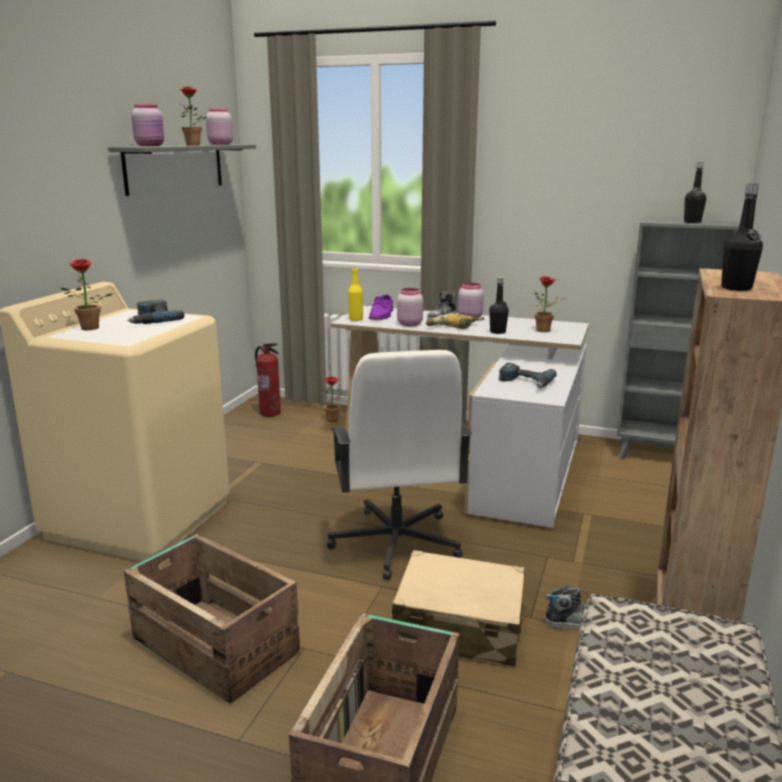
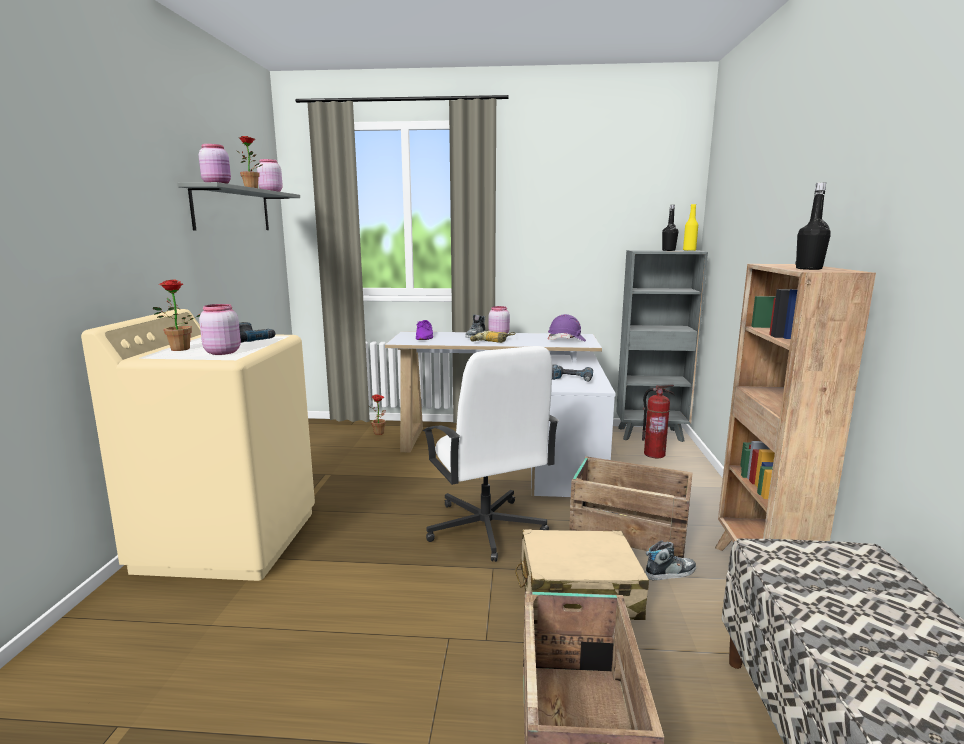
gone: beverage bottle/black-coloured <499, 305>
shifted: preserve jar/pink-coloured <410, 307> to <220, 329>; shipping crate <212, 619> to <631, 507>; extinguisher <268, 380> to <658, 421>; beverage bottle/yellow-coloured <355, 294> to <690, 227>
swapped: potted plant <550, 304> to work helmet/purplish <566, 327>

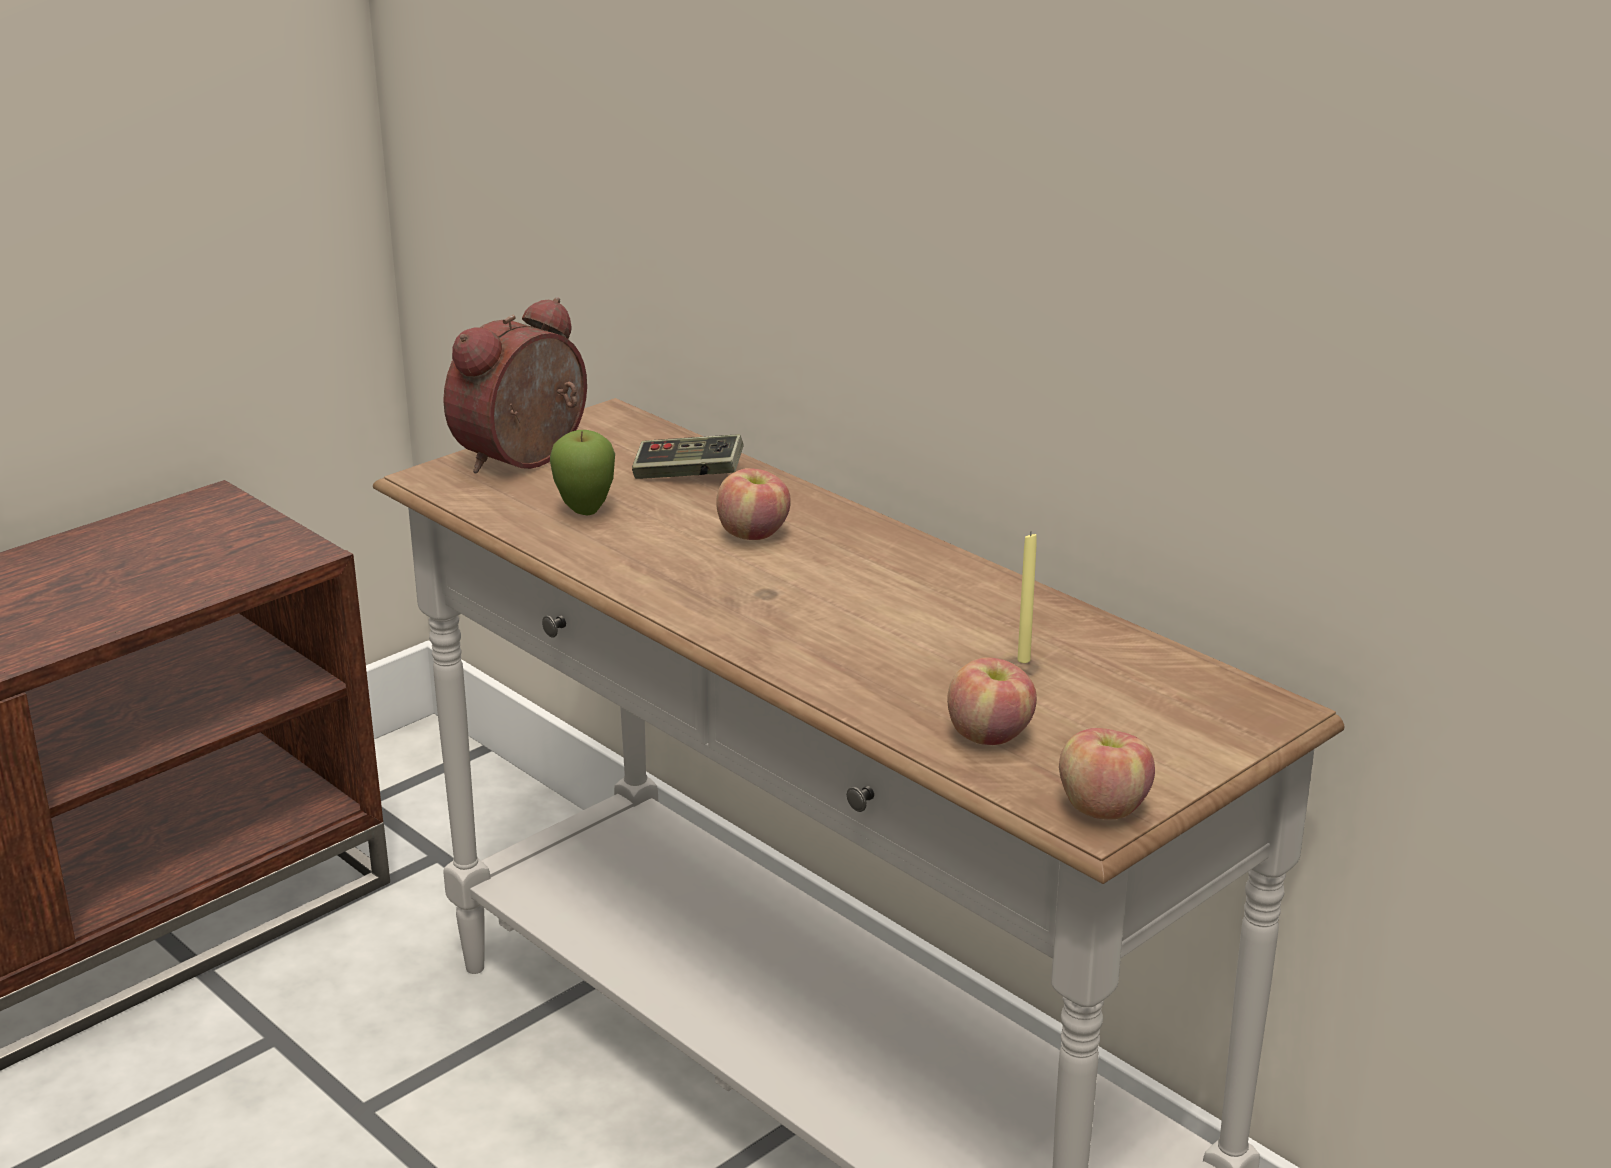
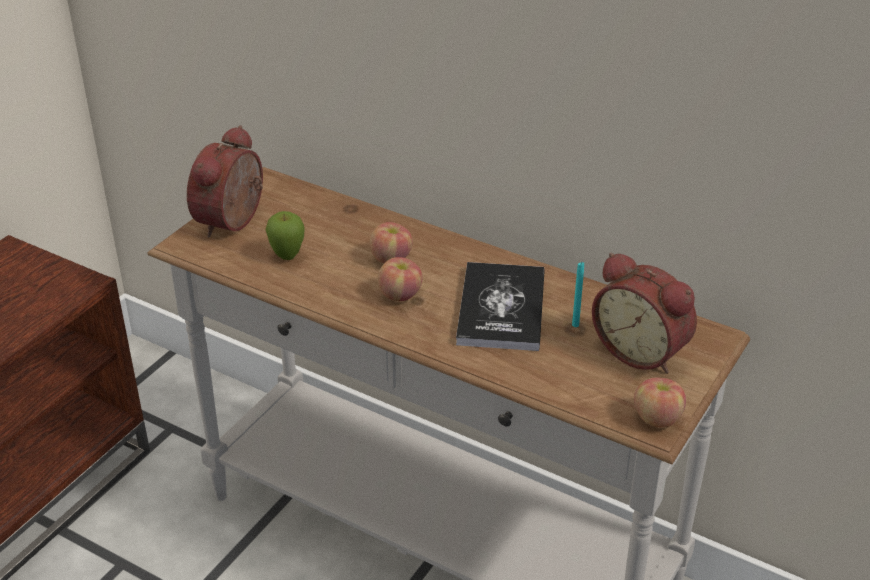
gone: game controller <688, 456>
new: volume <500, 306>; alarm clock <644, 313>
shifted: apple fruit <992, 701> to <400, 279>
repainted: candle/yellow-coloured <1027, 597> to candle/turquoise-coloured <578, 294>

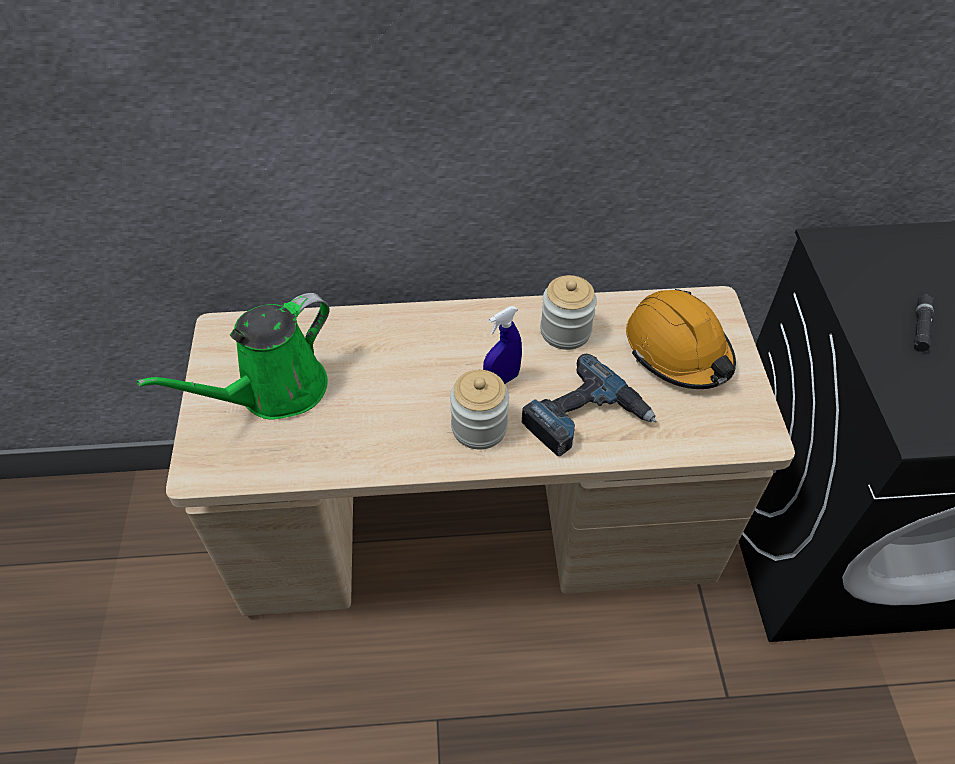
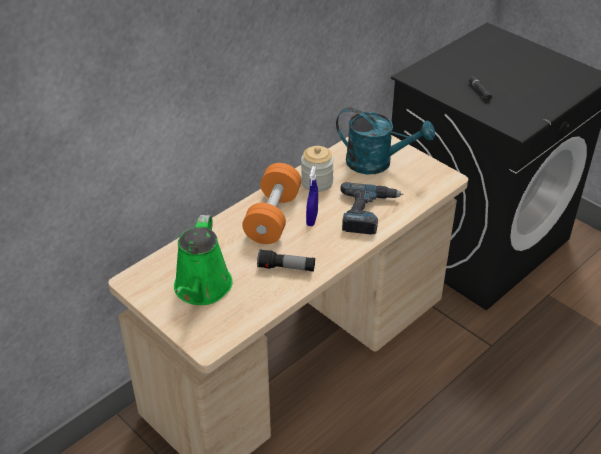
gone: preserve jar <479, 409>
new: hand weight/orange <271, 203>; flashlight <286, 260>
swapped: work helmet/orange <681, 339> to watering pot/turquoise-coloured <385, 141>

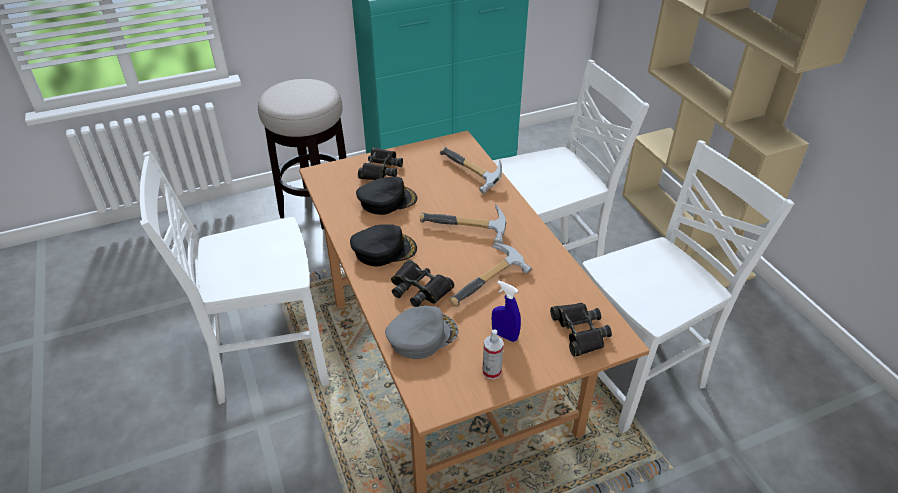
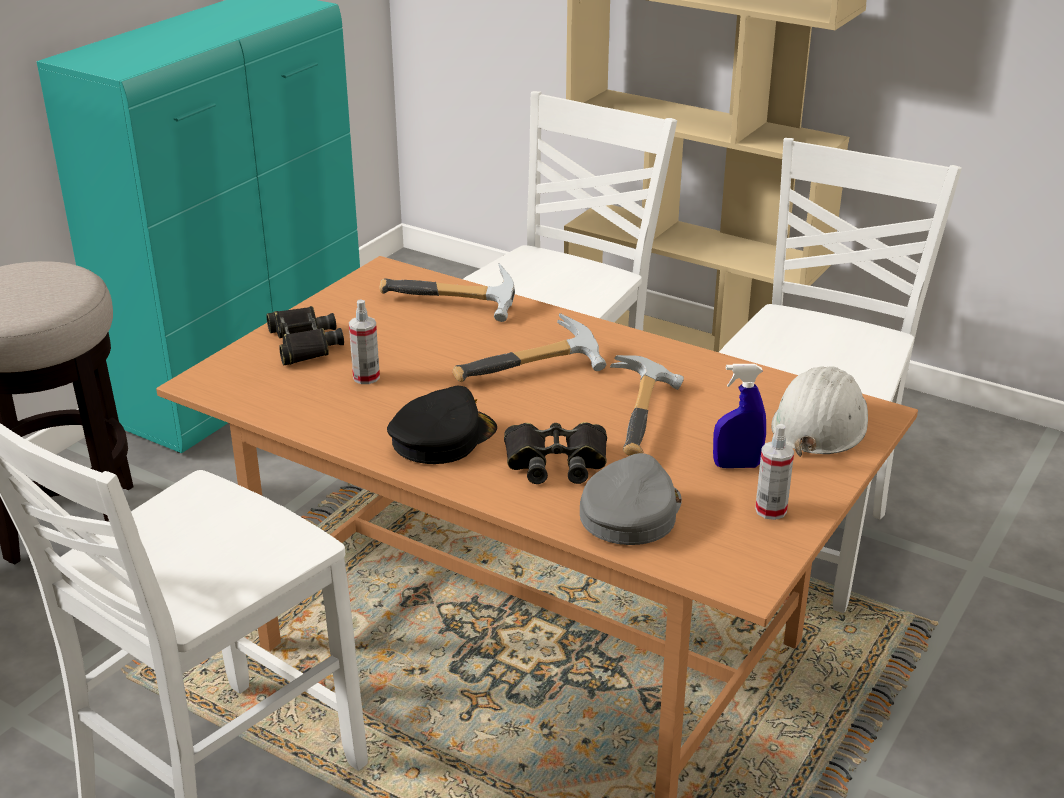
swapped: cap/black-coloured <386, 196> to spray bottle <364, 341>; binoculars/black-coloured <581, 330> to work helmet/white-coloured <819, 411>

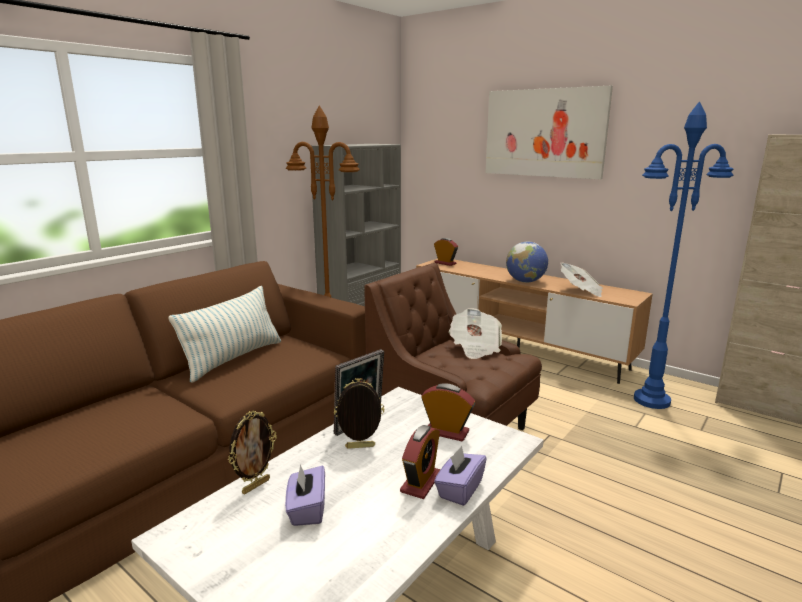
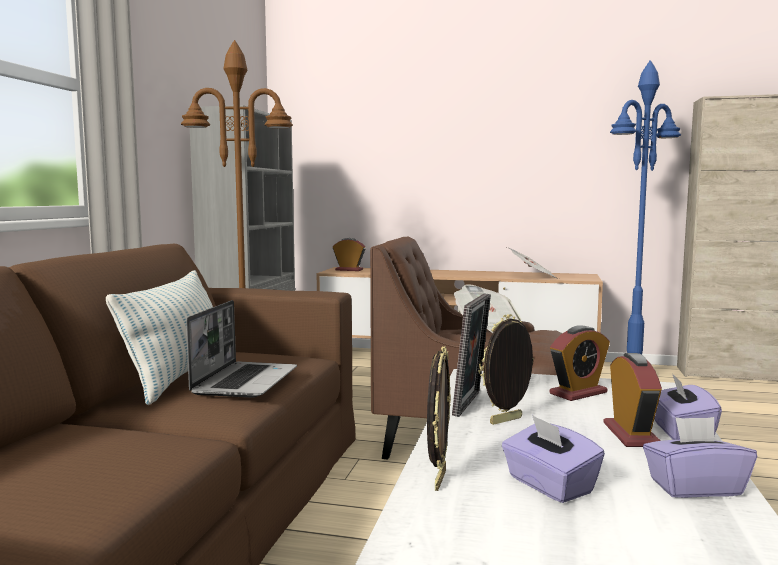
gone: picture <549, 132>; desk globe <527, 262>
new: laptop <241, 349>; tissue holder/purplish <700, 457>
rotated: alarm clock <448, 412> = <580, 363> 150 degrees clockwise

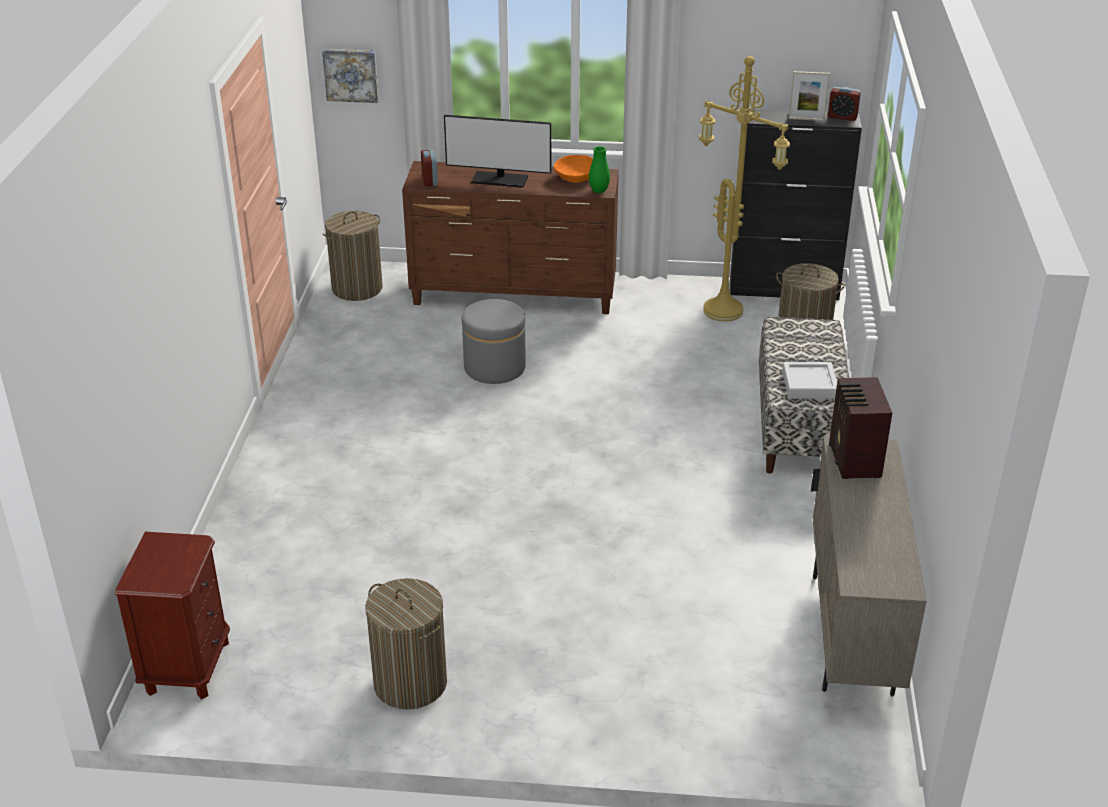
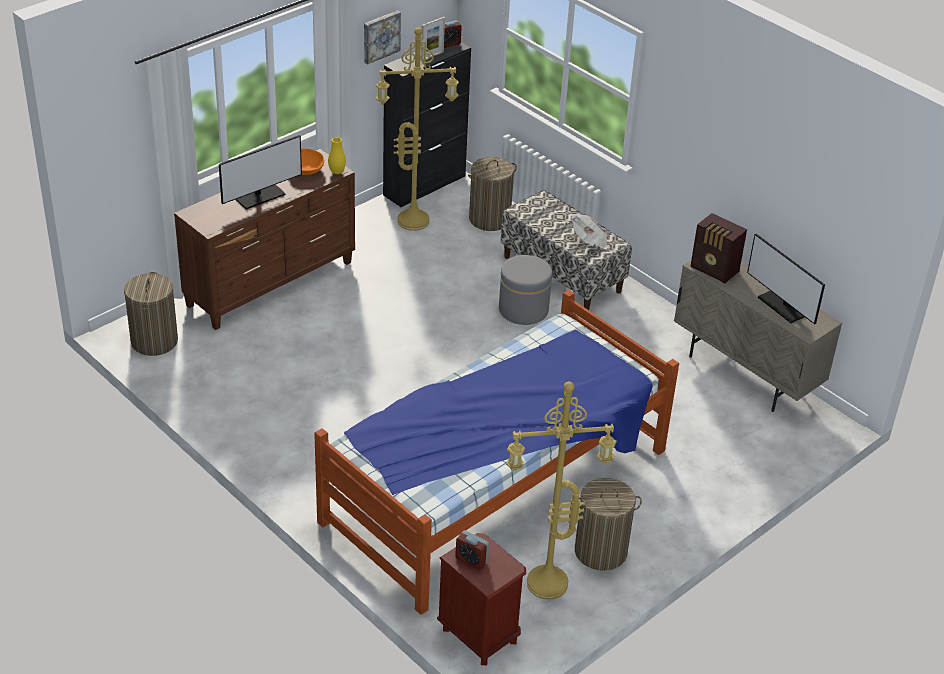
new: sleeping bed <496, 452>; standard lamp/yellow-coloured <561, 490>; monitor <786, 279>
shifted: picture <350, 76> to <382, 37>; alarm clock <429, 168> to <472, 550>; footrest/grey <494, 341> to <525, 290>
swapped: serving tray/grey <809, 380> to daily paper <589, 232>
repainted: vase/green <599, 169> to vase/yellow-coloured <337, 155>

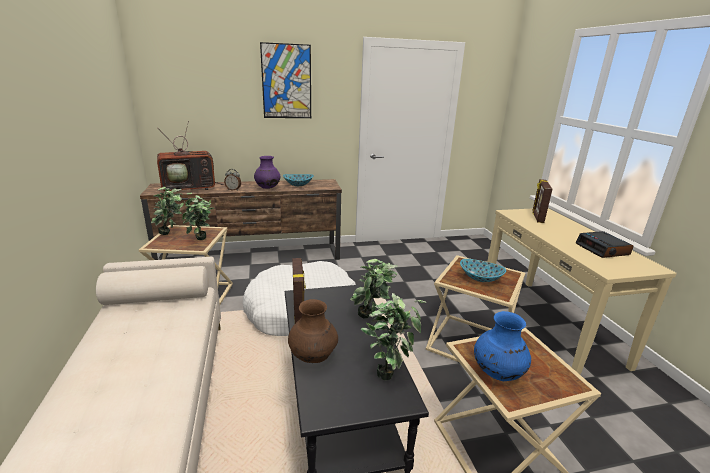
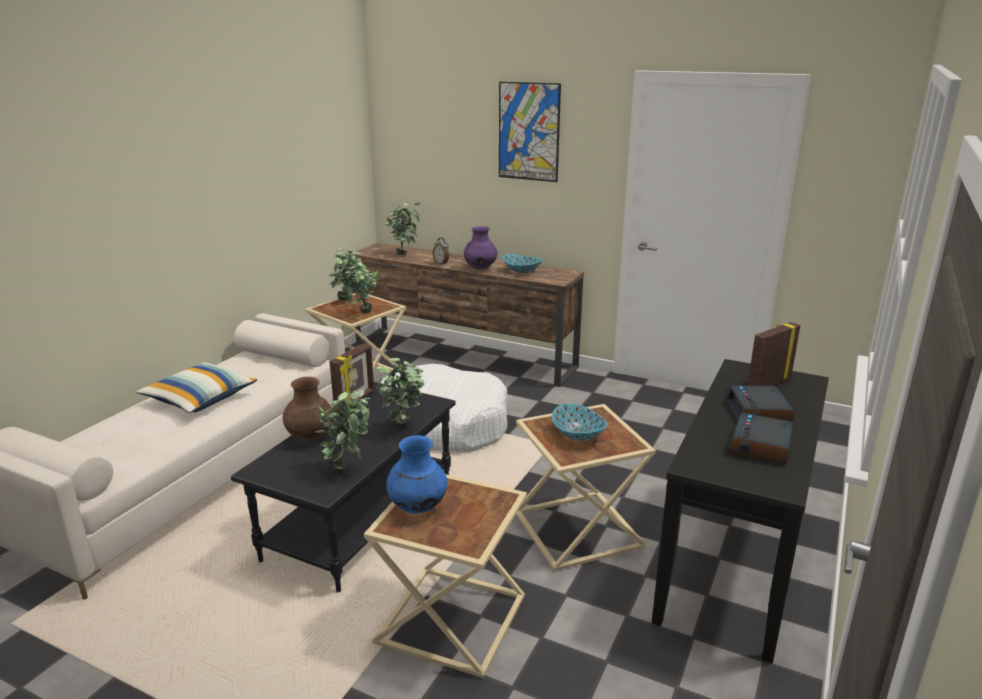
new: cushion <196, 387>; alarm clock <760, 403>
swapped: television <190, 156> to potted plant <402, 229>
repainted: console table/beige-coloured <582, 291> to console table/black-coloured <740, 511>

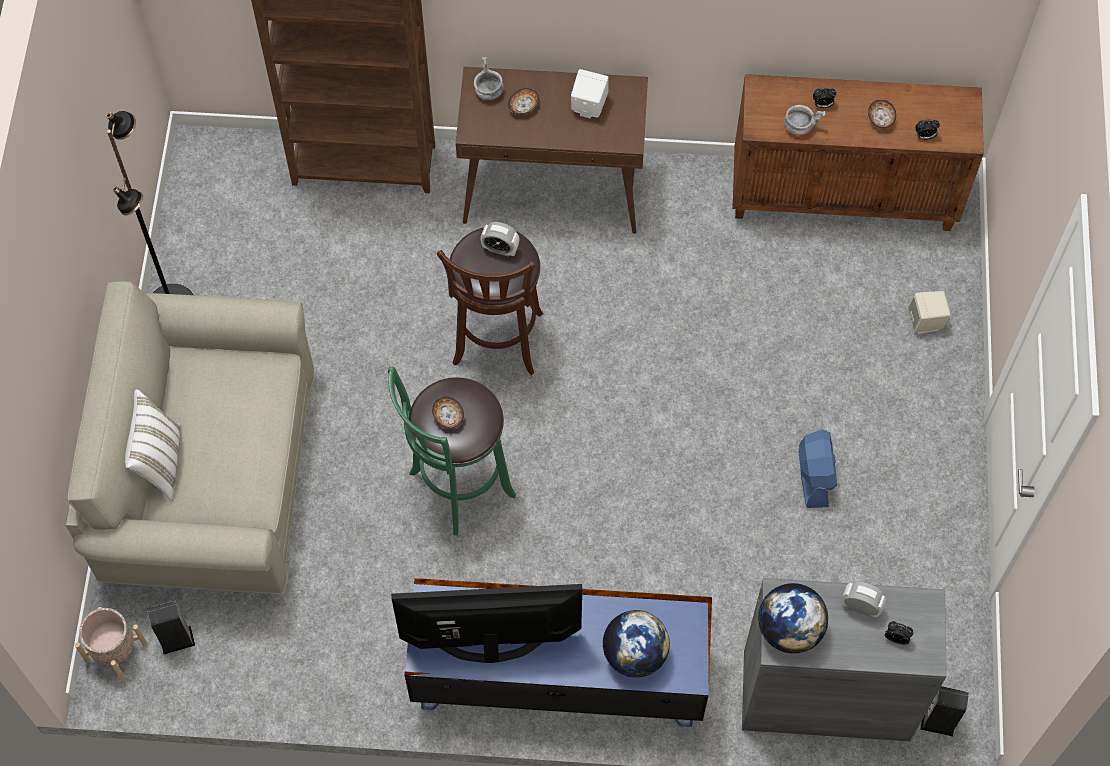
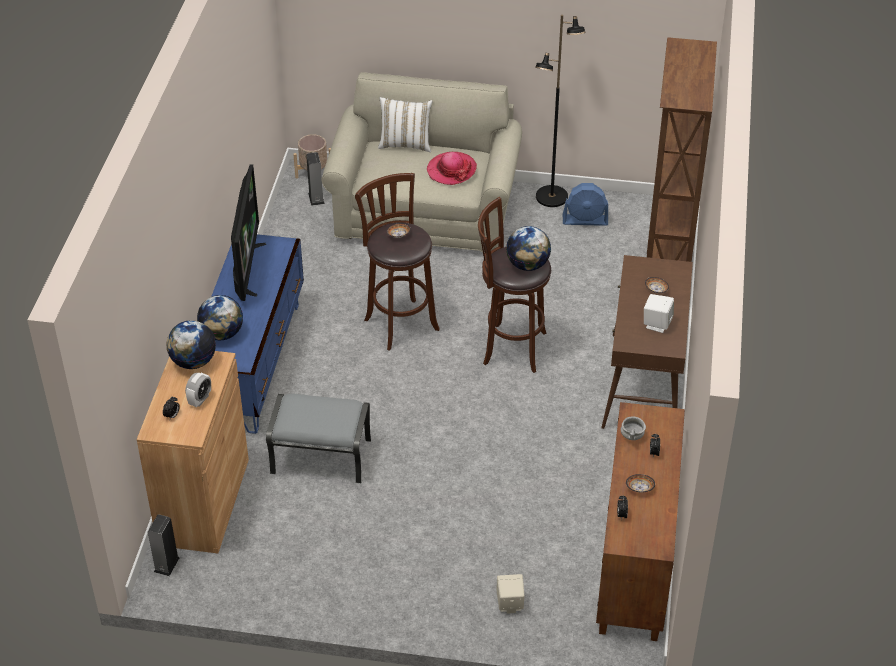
gone: serving bowl/grey <489, 78>
new: footrest/grey <318, 438>; wearable hat <452, 168>
shifted: electric fan/blue <817, 468> to <585, 204>
swapped: alarm clock <499, 239> to desk globe <528, 248>
repainted: storage cabinet/grey <844, 659> to storage cabinet/brown-coloured <193, 452>; stool seat/green <452, 451> to stool seat/brown-coloured <397, 262>

